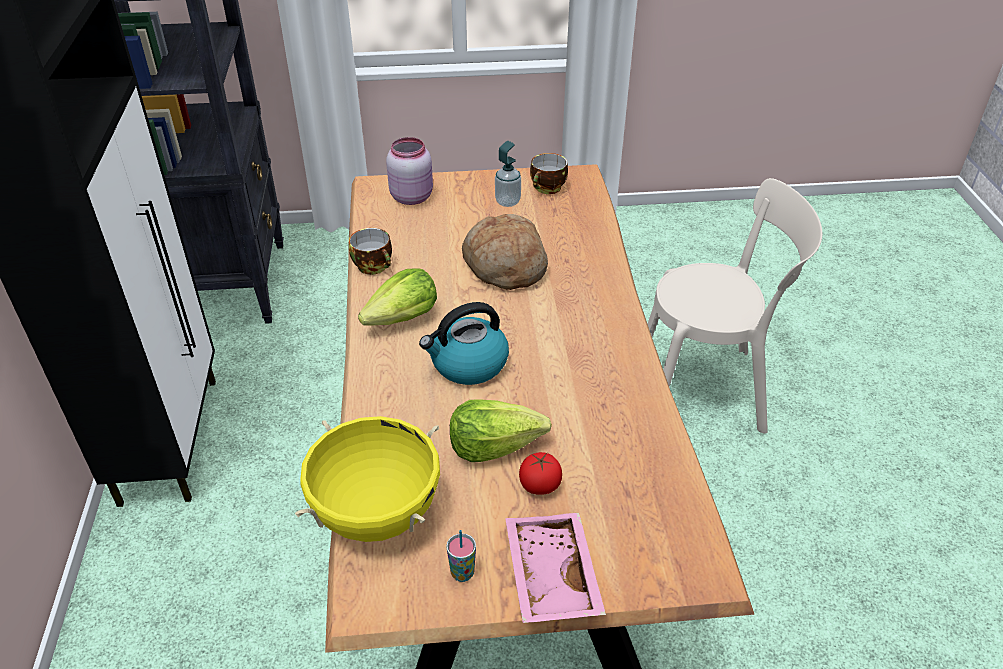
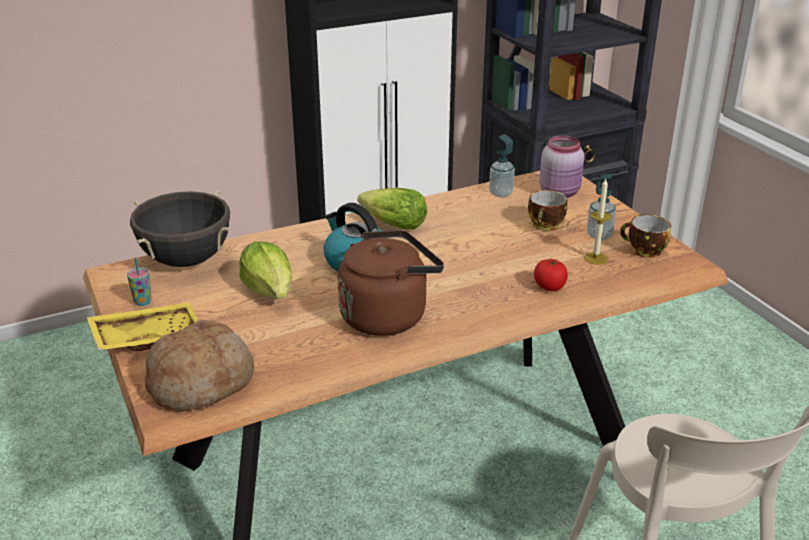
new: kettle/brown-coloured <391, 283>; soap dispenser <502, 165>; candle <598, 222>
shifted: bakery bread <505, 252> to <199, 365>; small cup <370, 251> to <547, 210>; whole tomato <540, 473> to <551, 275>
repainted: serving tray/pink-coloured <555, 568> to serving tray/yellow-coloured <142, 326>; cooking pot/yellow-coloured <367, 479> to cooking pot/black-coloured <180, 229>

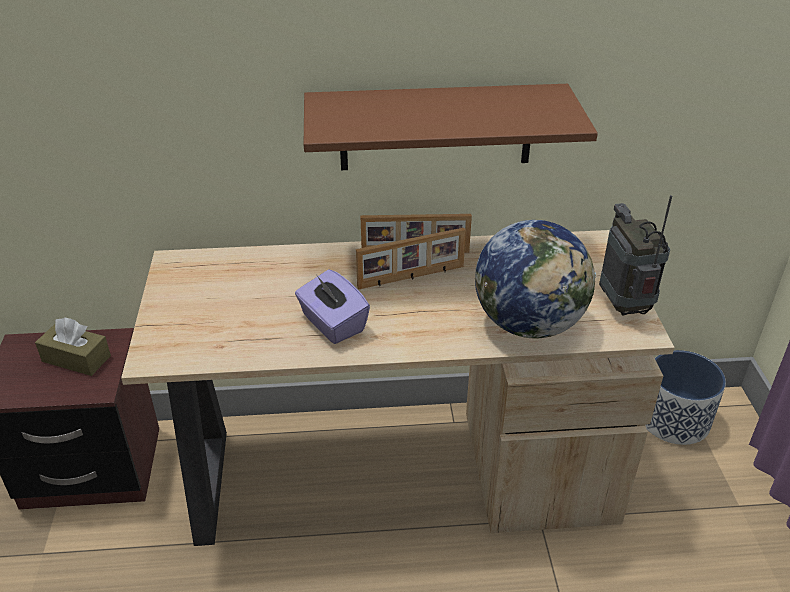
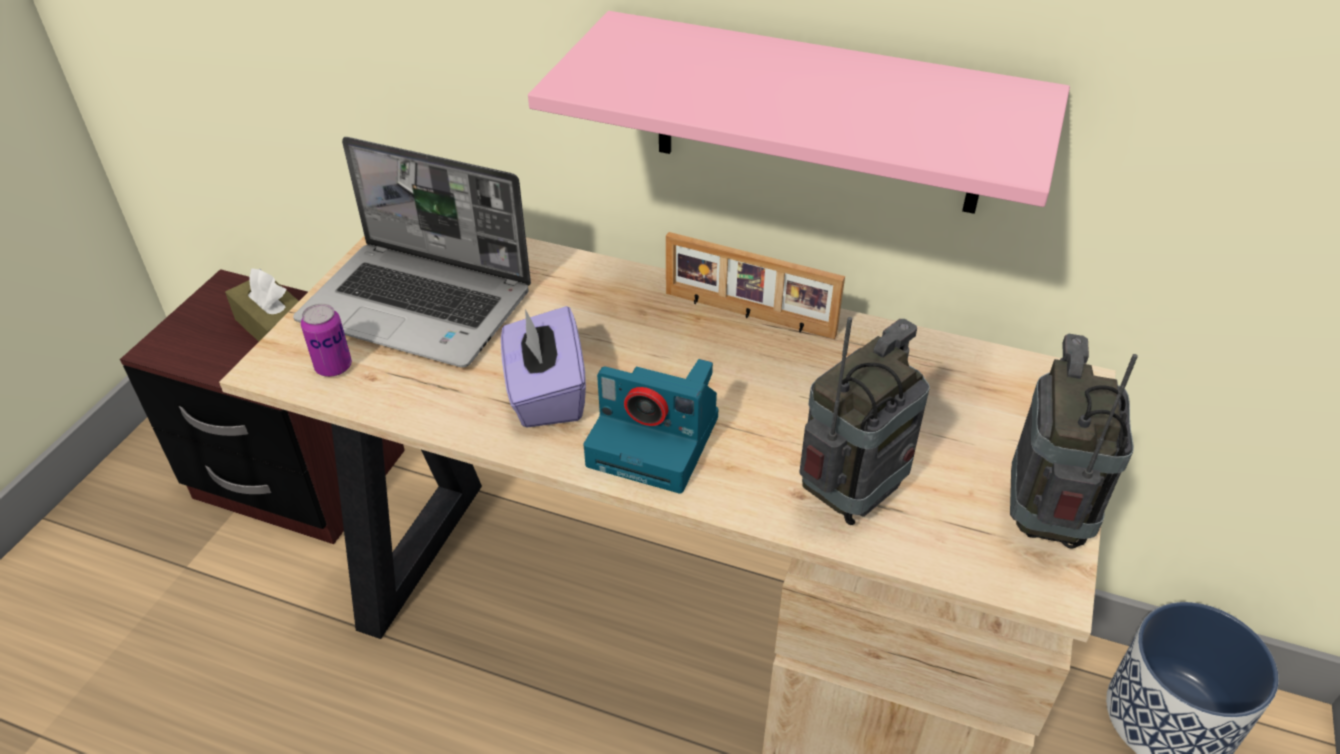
gone: standing frame <411, 258>
new: laptop <412, 252>; can <326, 340>; still camera <651, 426>
swapped: desk globe <535, 279> to radio set <864, 421>
repainted: wall shelf/brown-coloured <451, 127> to wall shelf/pink-coloured <799, 112>

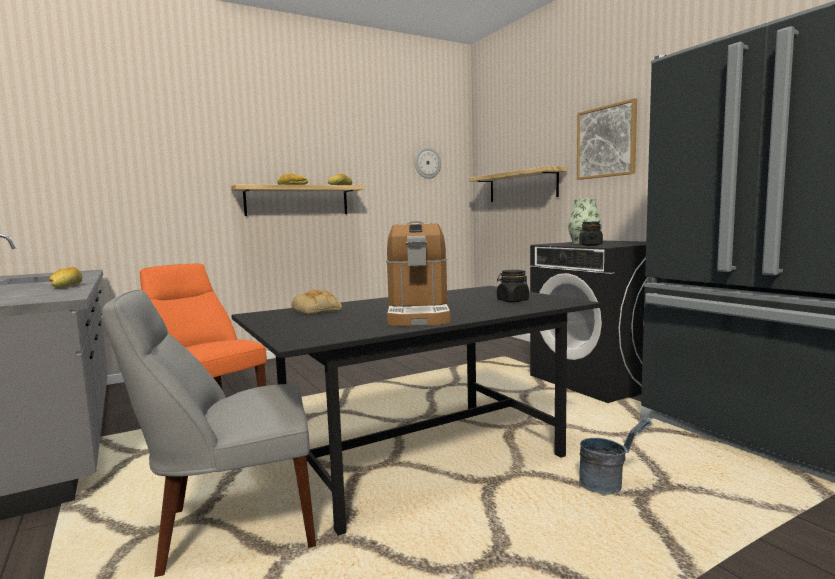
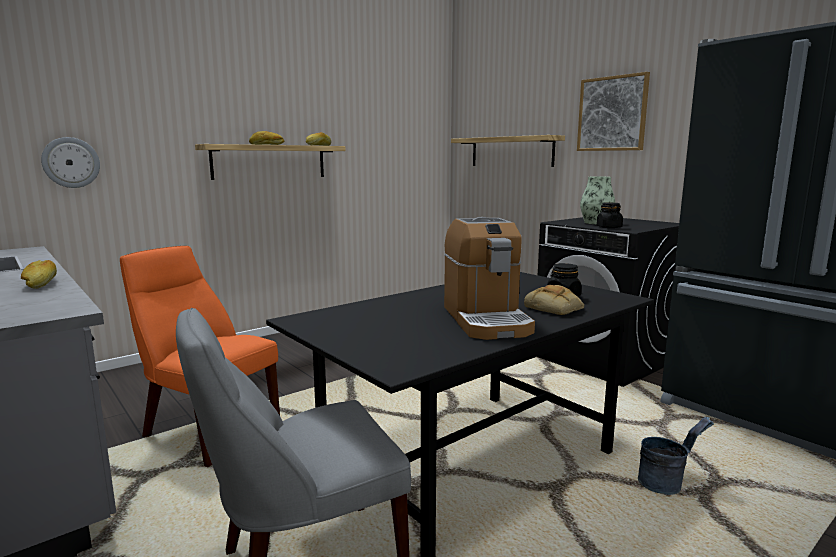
shifted: hanging clock <428, 163> to <70, 162>; bakery bread <316, 302> to <554, 300>

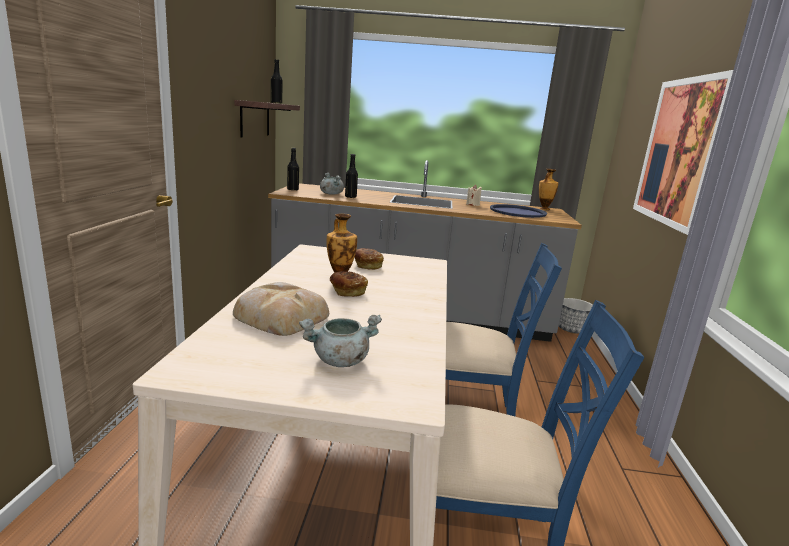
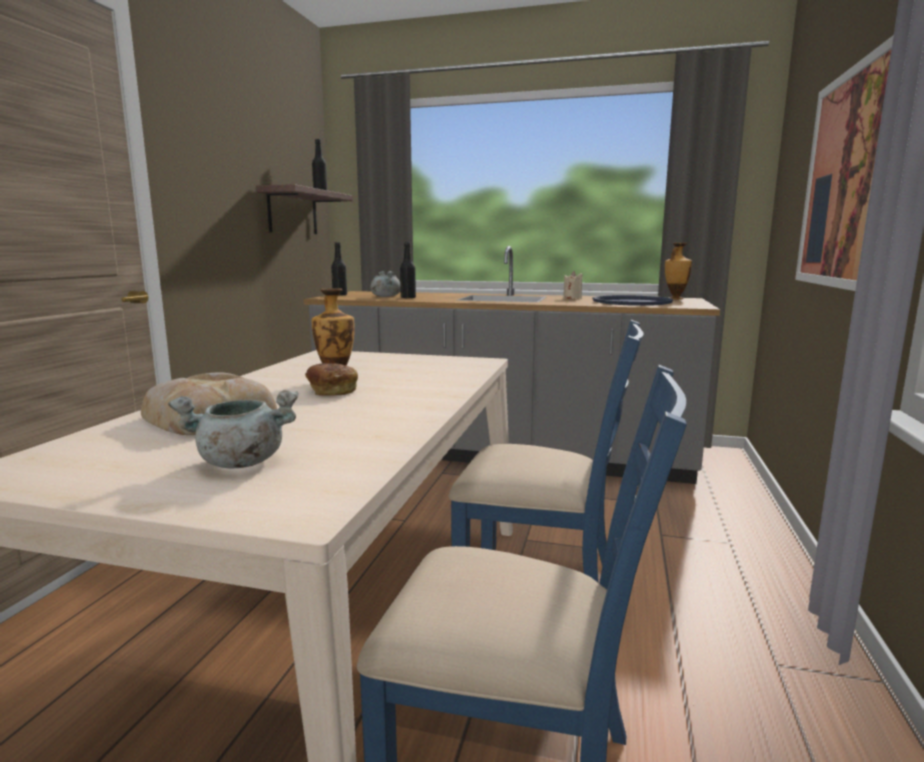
gone: bakery bread <369, 259>; planter <576, 316>

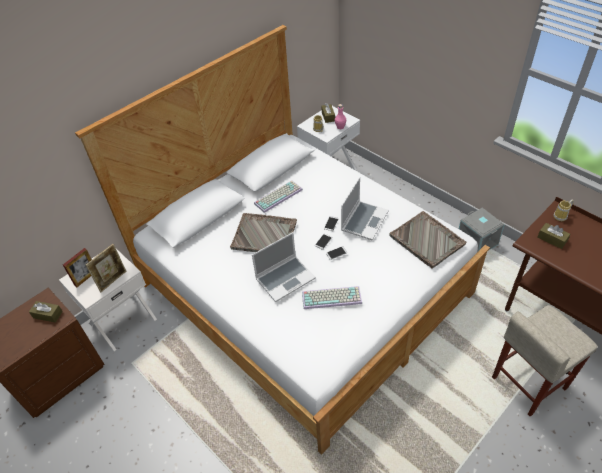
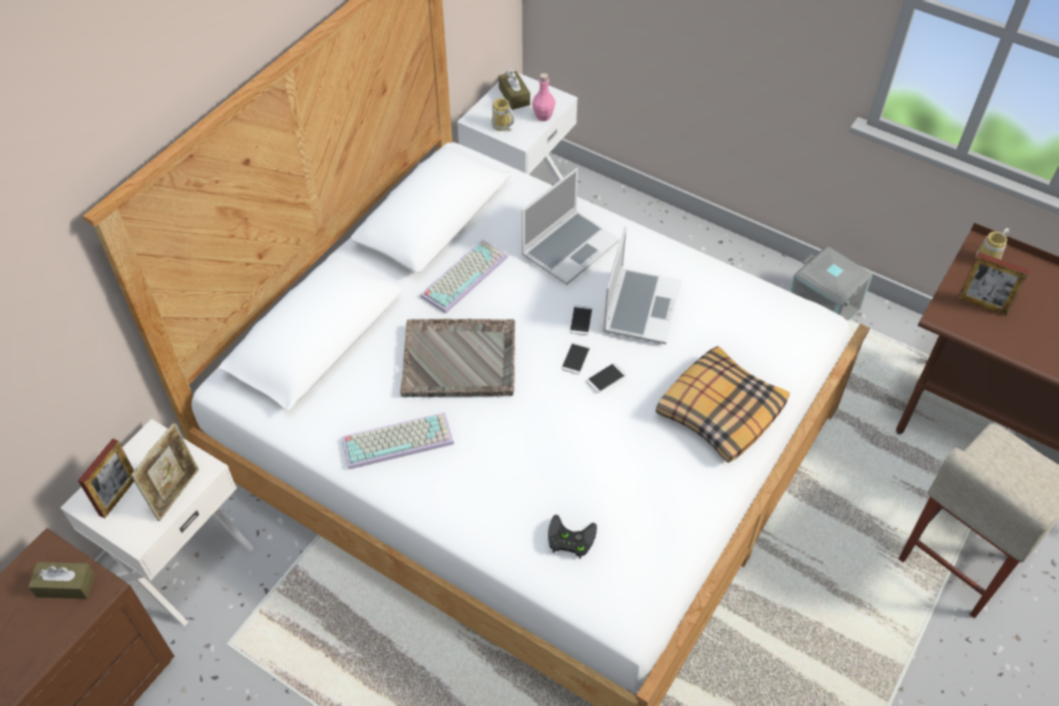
gone: serving tray/grey <427, 240>
new: game controller/black-coloured <572, 537>; cushion <723, 404>
shifted: keyboard <332, 297> to <398, 440>; laptop <284, 267> to <570, 226>
swapped: tissue holder/brown-coloured <553, 236> to standing frame <993, 284>

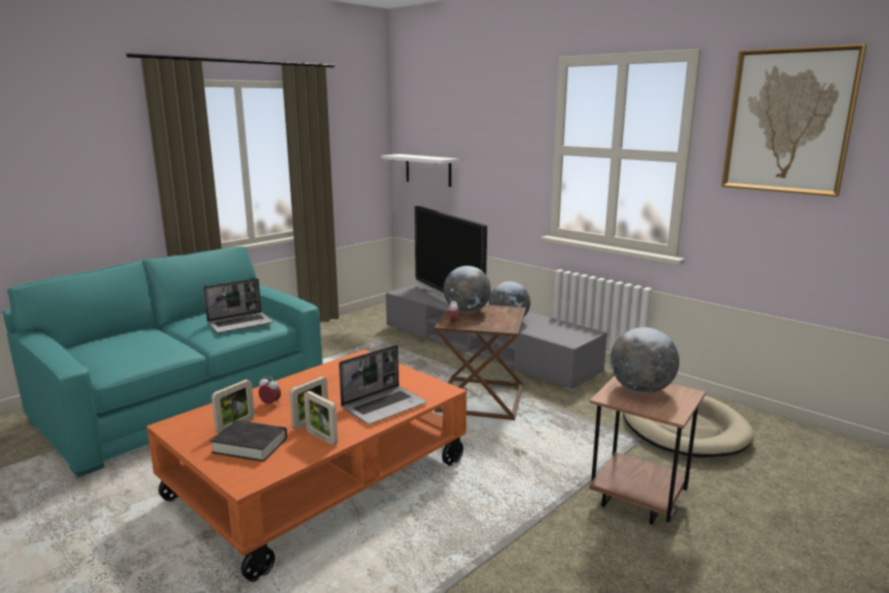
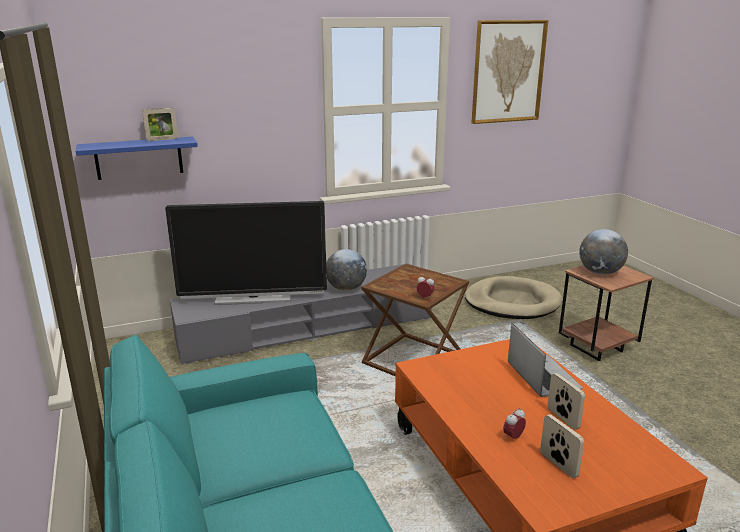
gone: laptop <238, 305>; volume/black-coloured <248, 441>; desk globe <467, 289>
shifted: standing frame <321, 418> to <160, 124>
repainted: wall shelf/white-coloured <420, 170> to wall shelf/blue <137, 158>

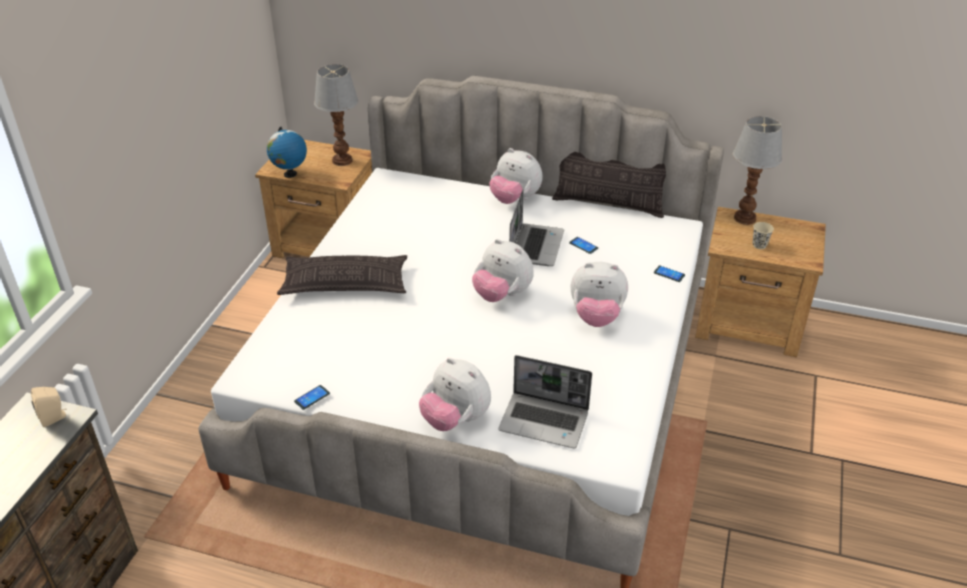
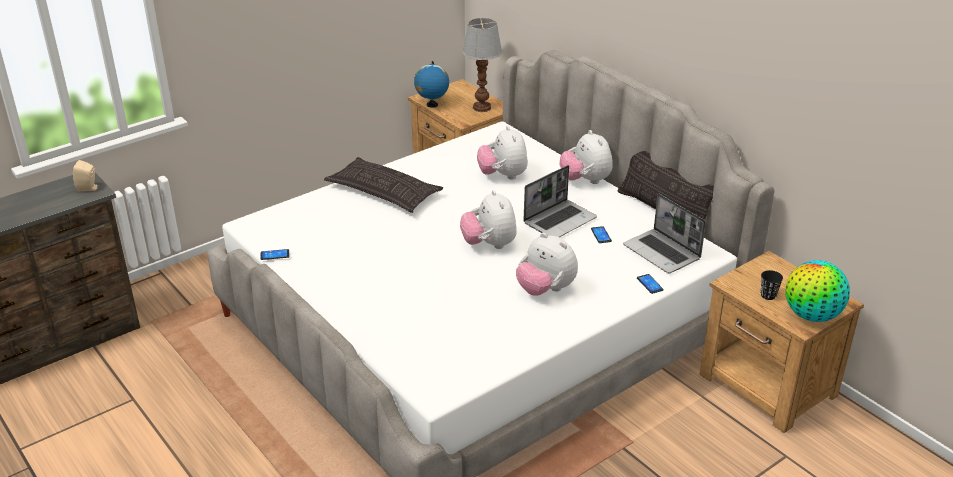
gone: table lamp <757, 170>
new: desk globe <817, 291>
shifted: soft toy <455, 394> to <502, 153>; laptop <545, 401> to <664, 233>
repainted: small cup/beige-coloured <763, 235> to small cup/black-coloured <772, 285>

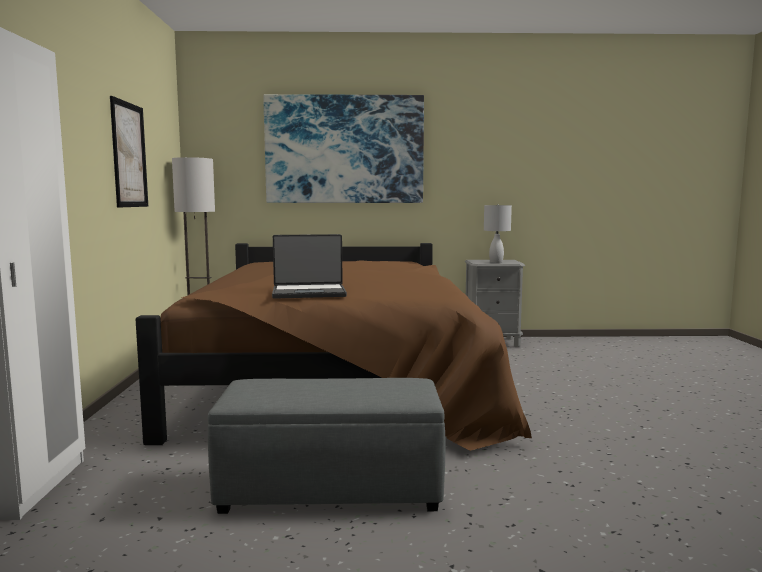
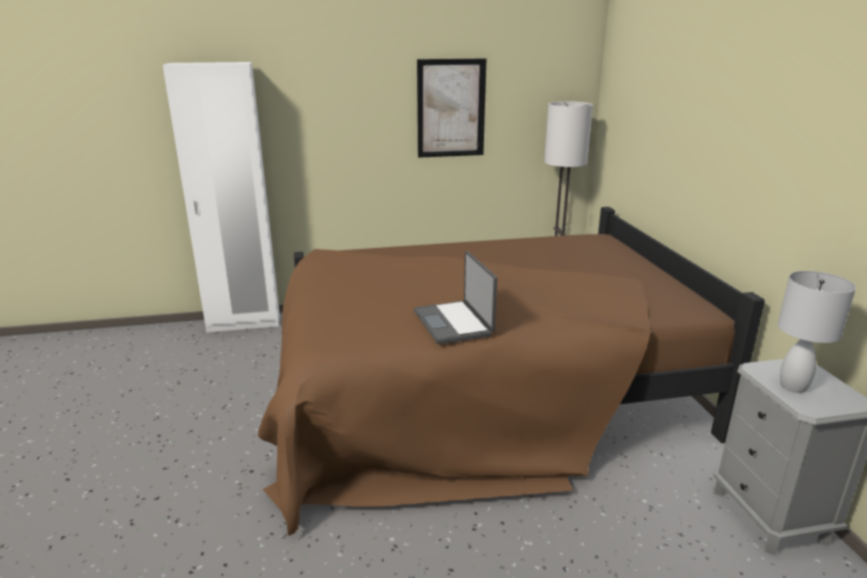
gone: footrest/grey <326, 446>; picture <343, 148>
shifted: laptop <309, 266> to <455, 297>

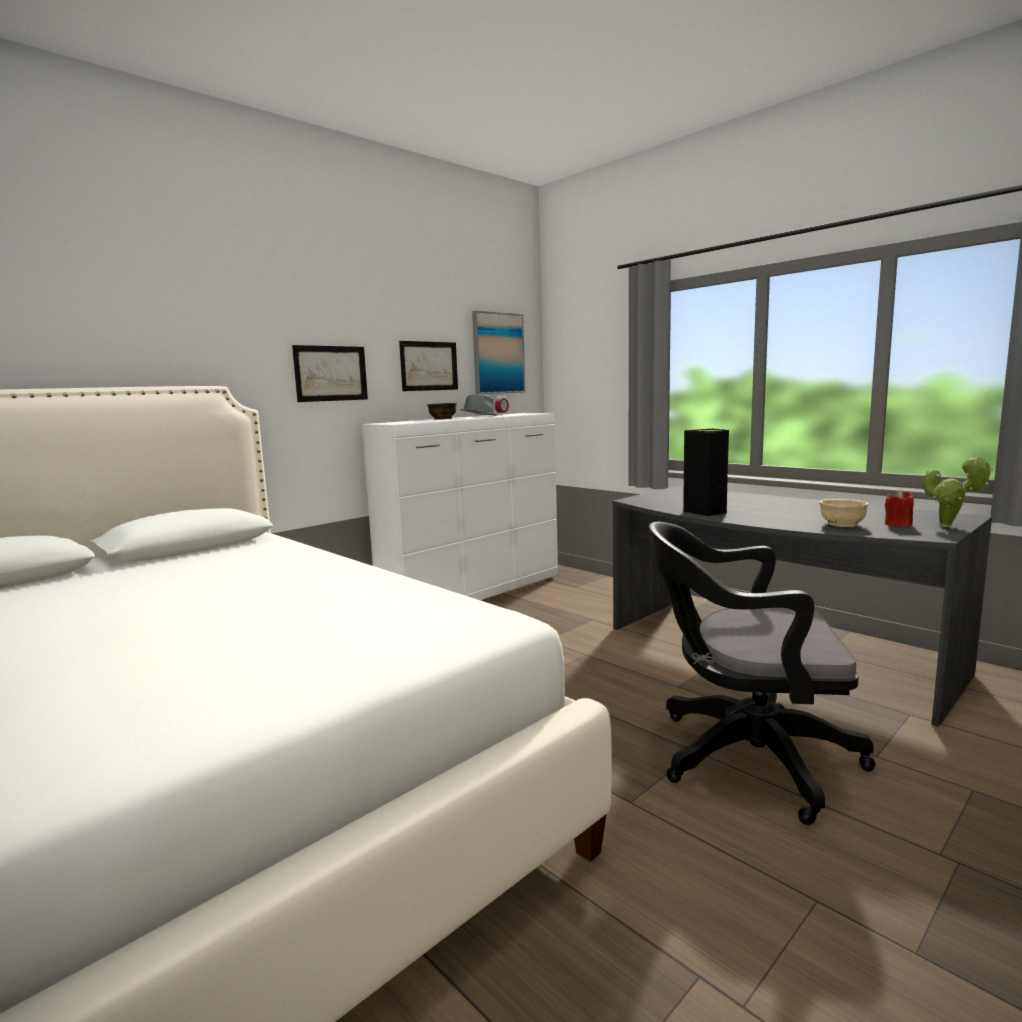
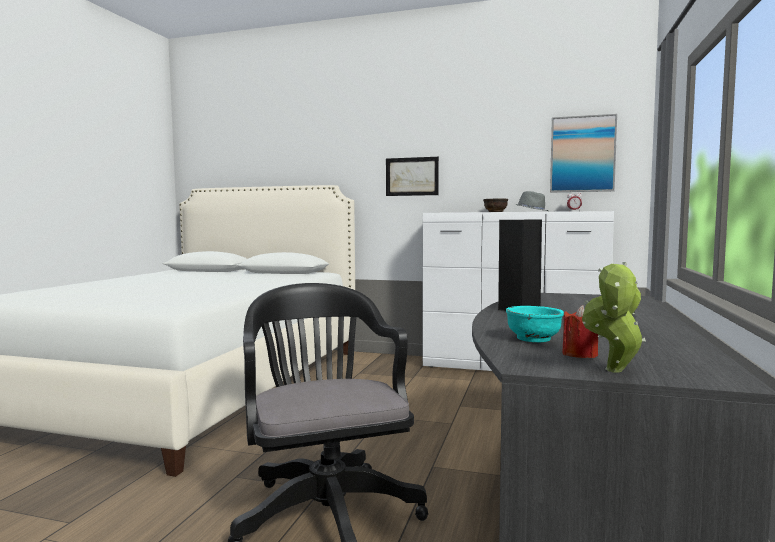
gone: picture <428, 366>
repainted: serving bowl/beige-coloured <844, 513> to serving bowl/turquoise-coloured <535, 324>

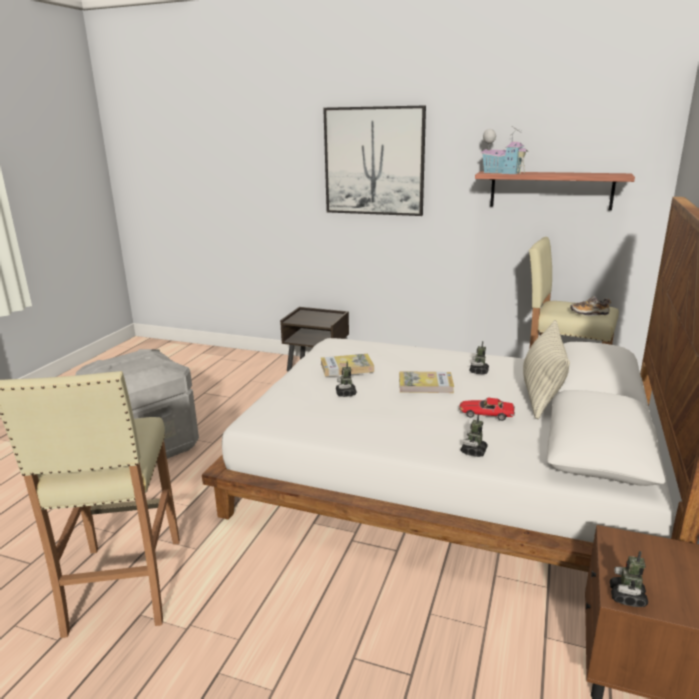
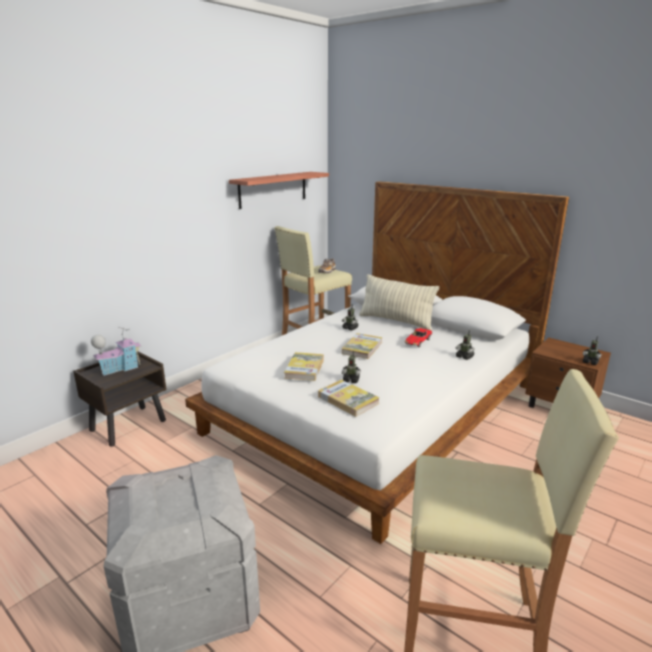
gone: picture <374, 161>
new: volume <349, 398>
shifted: toy house <505, 150> to <116, 351>

